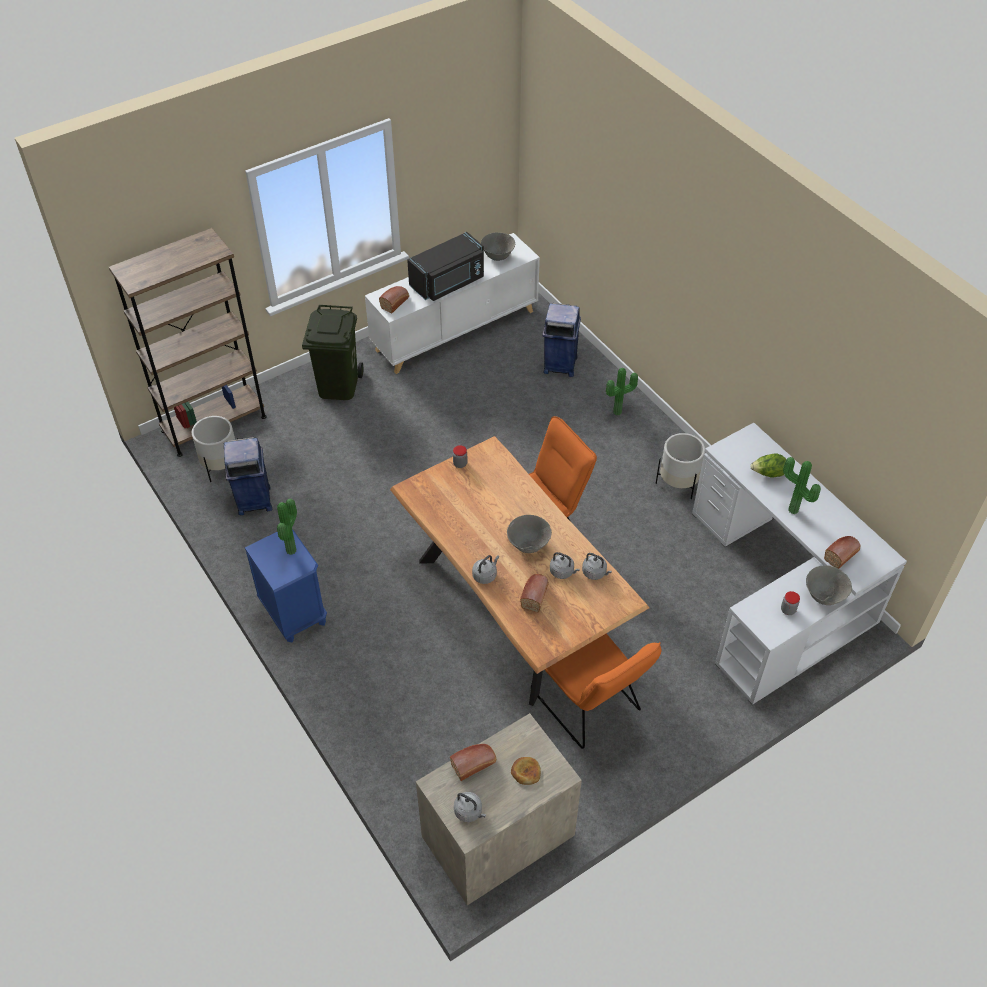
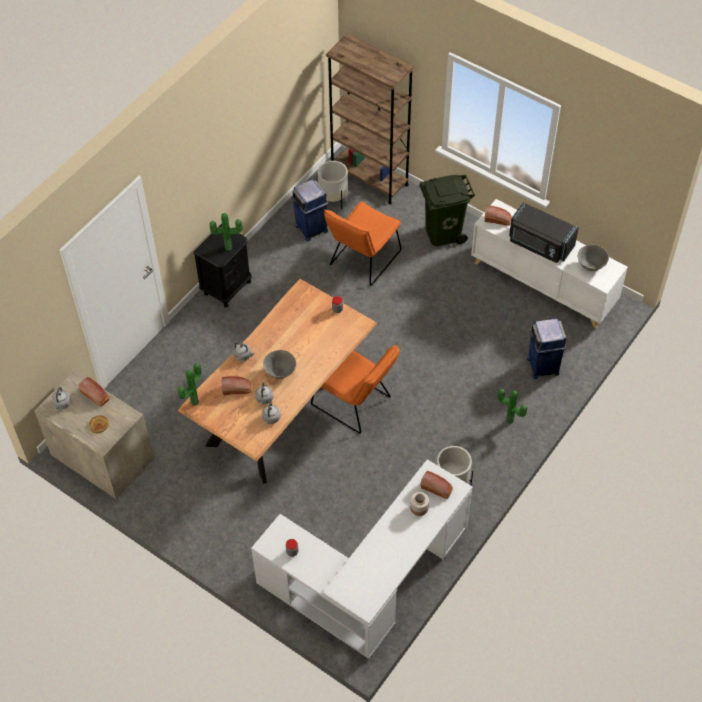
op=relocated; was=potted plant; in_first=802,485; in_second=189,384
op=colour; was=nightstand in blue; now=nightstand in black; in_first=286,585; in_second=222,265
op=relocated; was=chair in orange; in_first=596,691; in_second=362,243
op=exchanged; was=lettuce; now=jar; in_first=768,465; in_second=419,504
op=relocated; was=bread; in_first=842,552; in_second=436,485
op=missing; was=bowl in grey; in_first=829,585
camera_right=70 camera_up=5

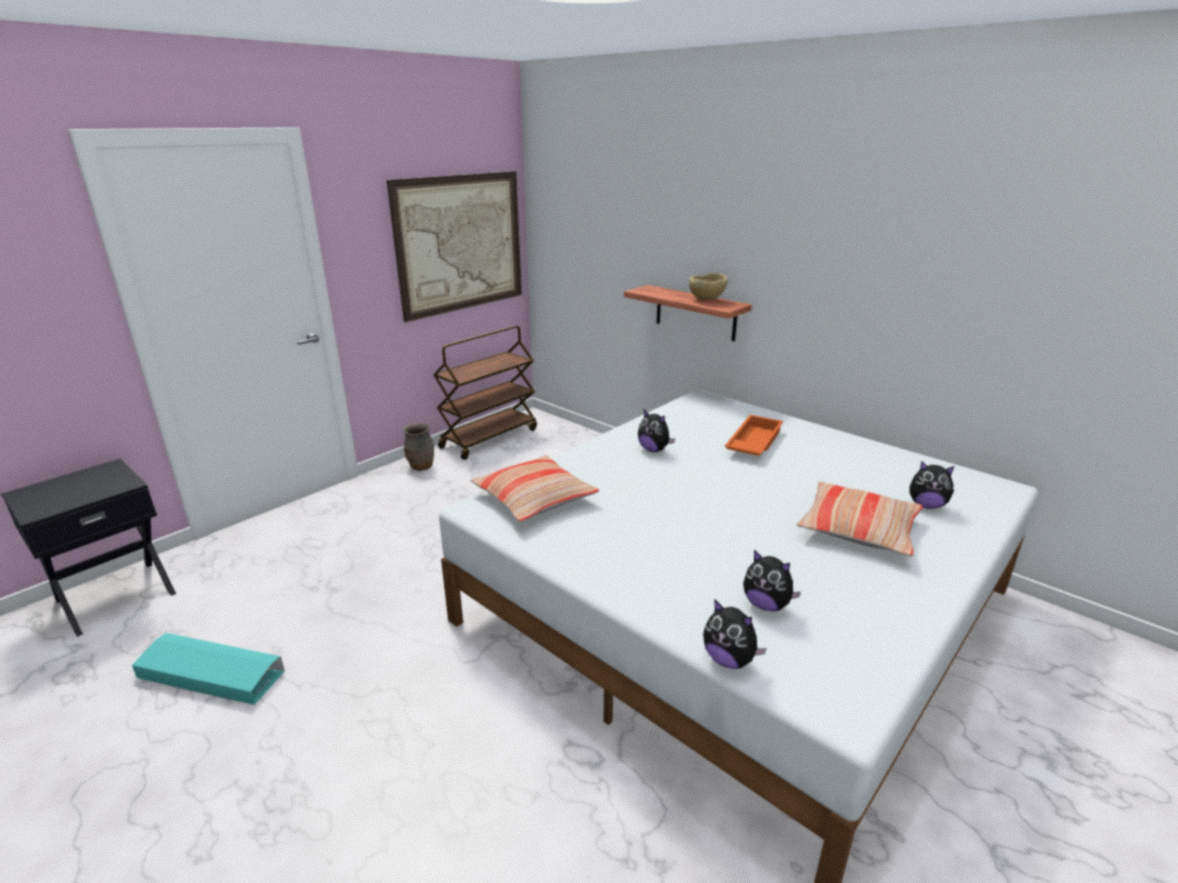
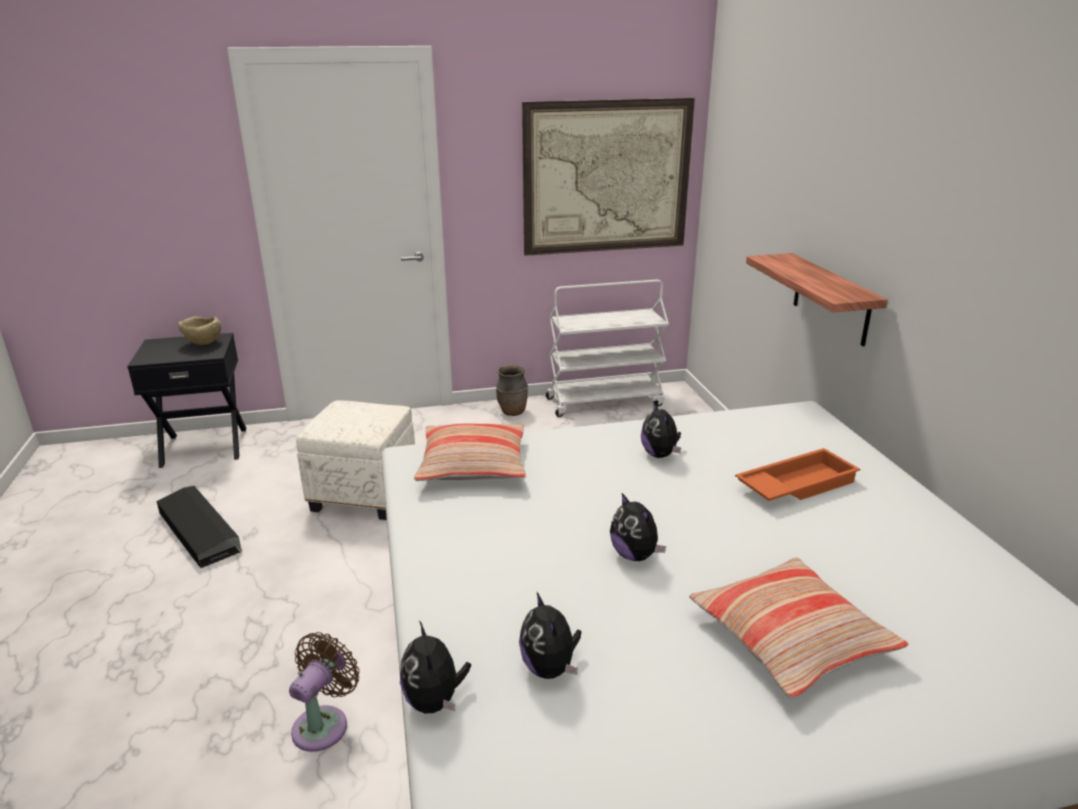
op=colour; was=storage box in turquoise; now=storage box in black; in_first=208,669; in_second=199,527
op=relocated; was=bowl in beige; in_first=708,286; in_second=200,331
op=appeared; now=fan in brown; in_second=324,692
op=appeared; now=ottoman in white; in_second=355,460
op=colour; was=cart in brown; now=cart in white; in_first=485,393; in_second=607,348
op=relocated; was=plush toy; in_first=932,485; in_second=638,527
camera_right=35 camera_up=0

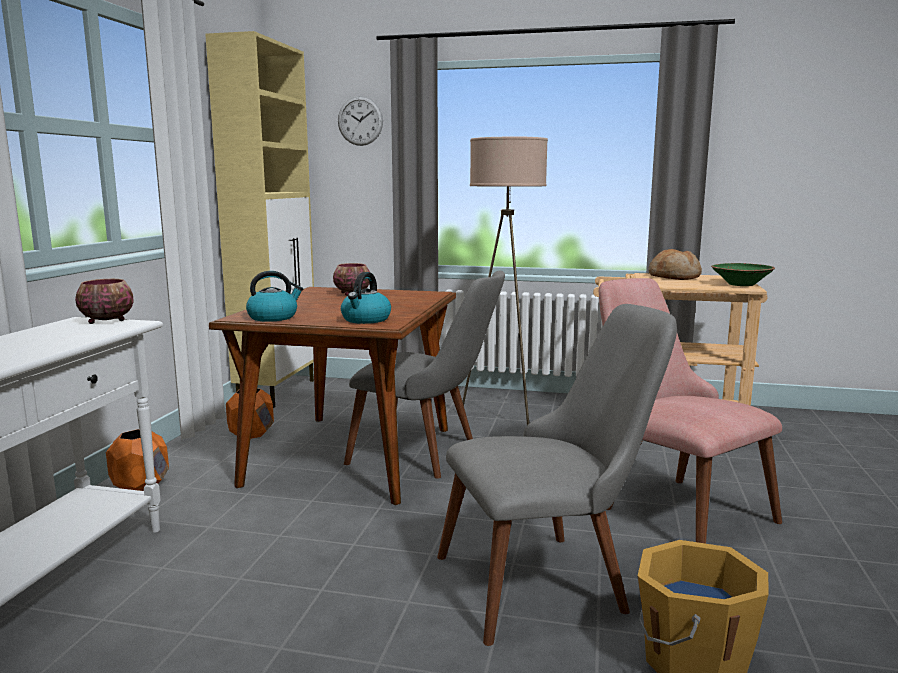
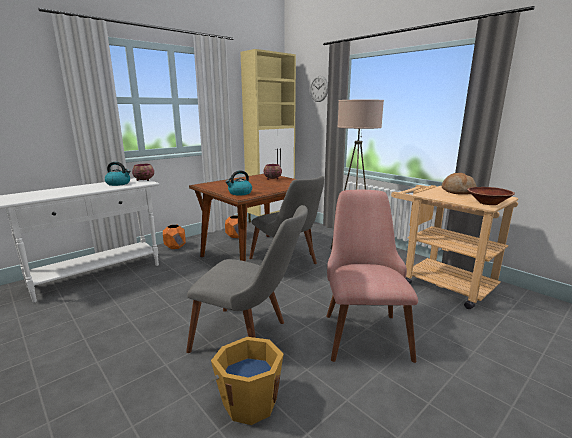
op=relocated; was=kettle; in_first=274,296; in_second=118,174
op=colour; was=bowl in green; now=bowl in brown; in_first=743,274; in_second=491,196
camera_right=35 camera_up=5

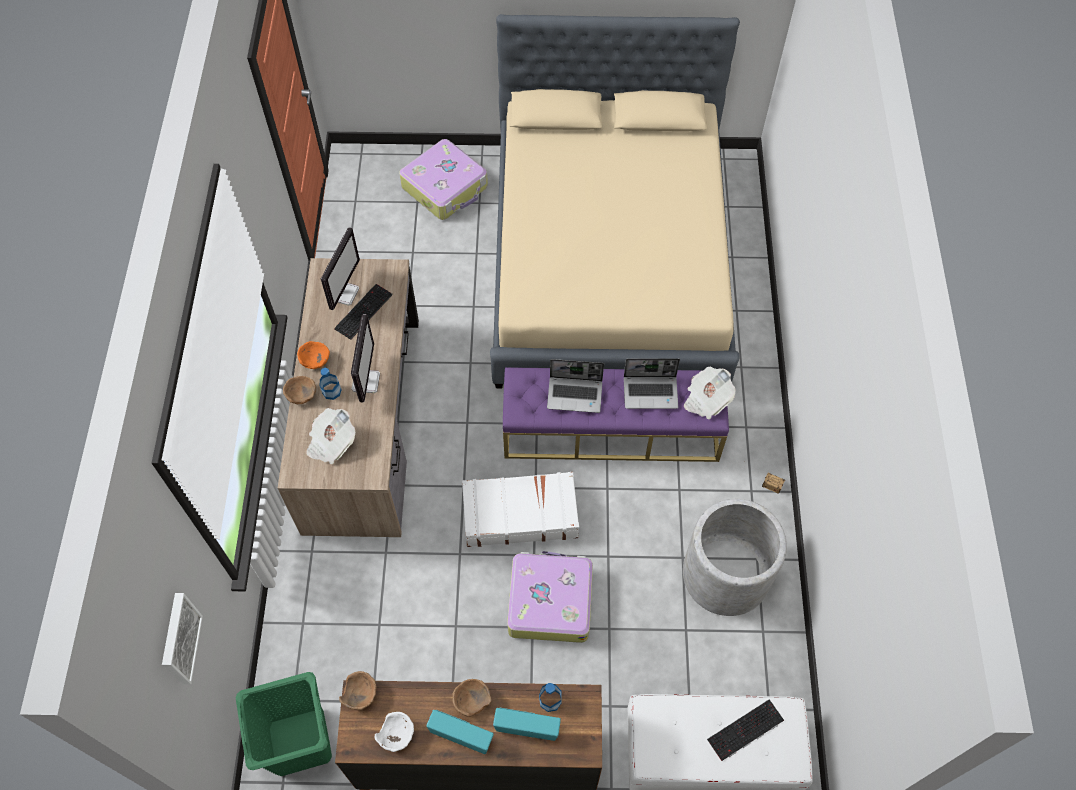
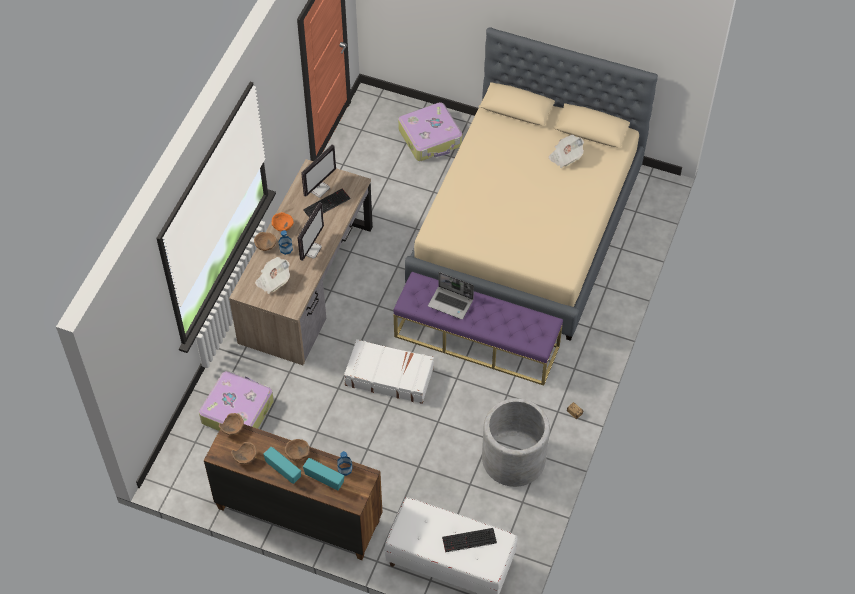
op=relocated; was=suitcase; in_first=550,597; in_second=236,401
op=colour; was=bowl in white; now=bowl in brown; in_first=394,732; in_second=244,453
op=relocated; was=newspaper; in_first=709,393; in_second=566,151
op=missing; was=picture; in_first=182,639
op=missing; was=laundry basket in green; in_first=284,724
op=missing; was=laptop; in_first=652,383
camera_right=20 camera_up=-5

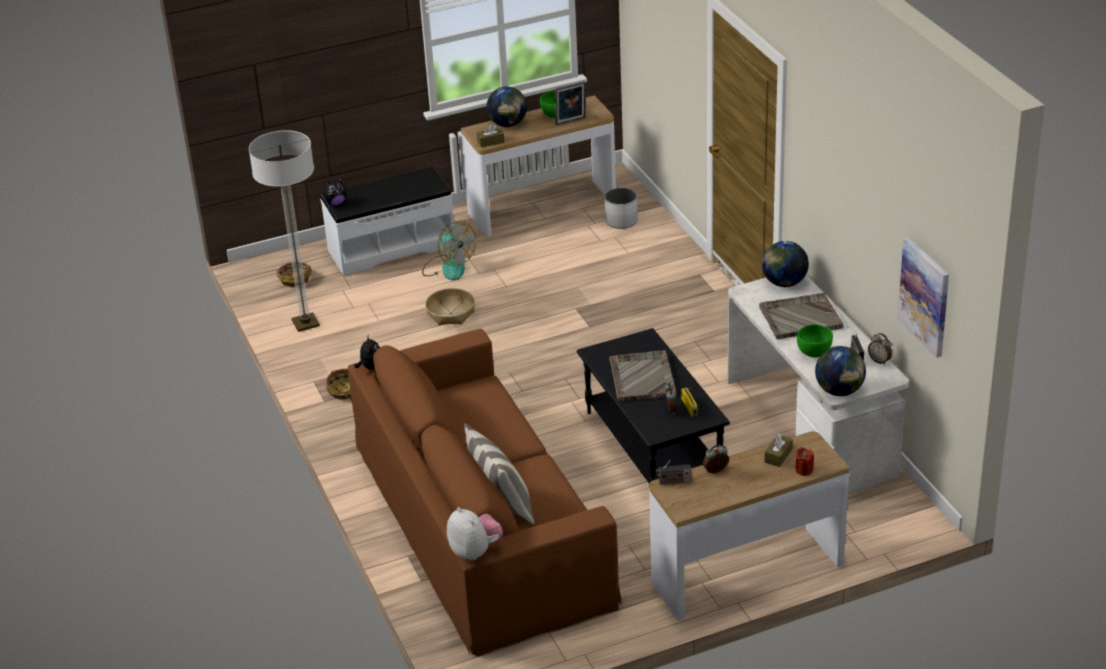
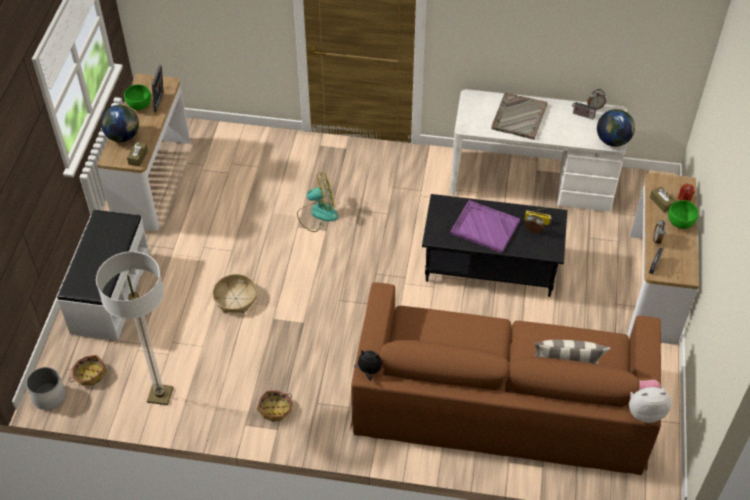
op=relocated; was=planter in white; in_first=621,208; in_second=46,388
op=relocated; was=fan; in_first=449,251; in_second=317,202
op=colour; was=tray in grey; now=tray in purple; in_first=642,375; in_second=485,226
op=relocated; was=bowl in green; in_first=815,341; in_second=683,214
op=missing; was=plush toy; in_first=335,191
op=missing; was=globe; in_first=785,264
op=missing; was=picture; in_first=923,297
camera_right=-60 camera_up=15

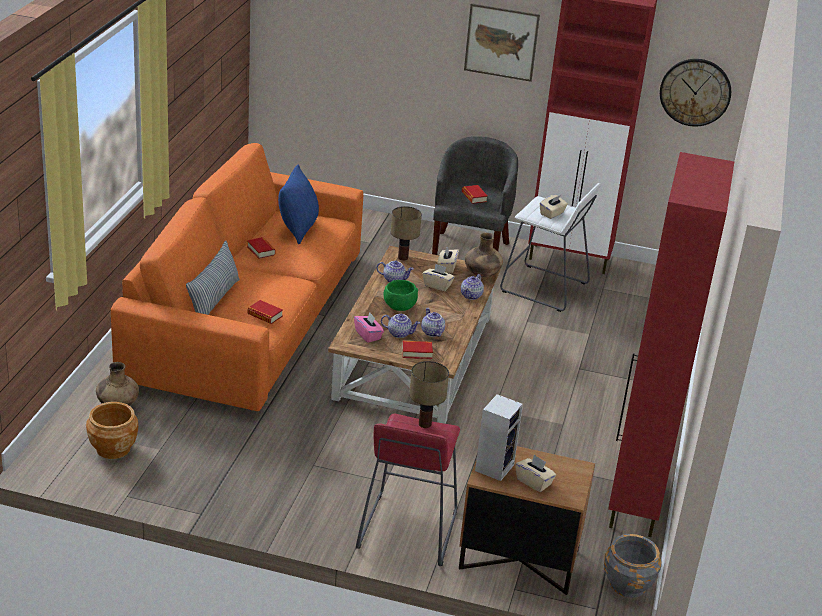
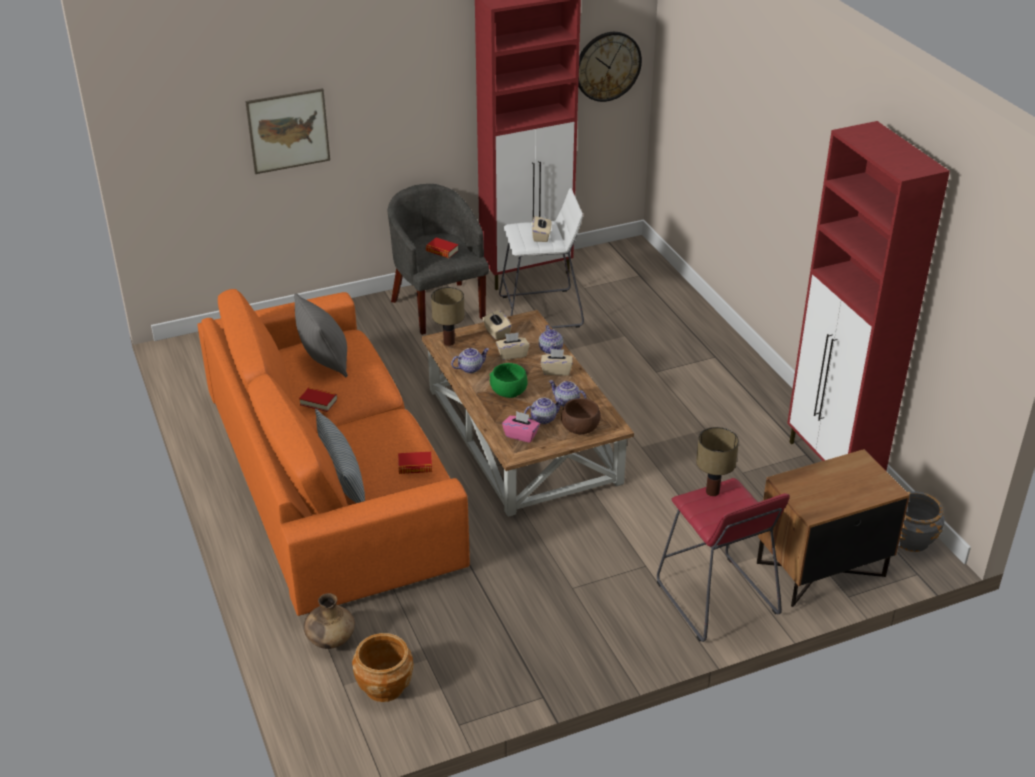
op=relocated; was=picture; in_first=502,42; in_second=287,131
op=colour; was=pillow in blue; now=pillow in grey; in_first=298,204; in_second=321,335
op=relocated; was=tissue box in beige; in_first=535,473; in_second=557,362
op=exchanged; was=book; now=bowl in brown; in_first=417,350; in_second=581,416
op=missing; was=vase in brown; in_first=484,255
op=missing; was=speaker; in_first=499,437
camera_right=-35 camera_up=5

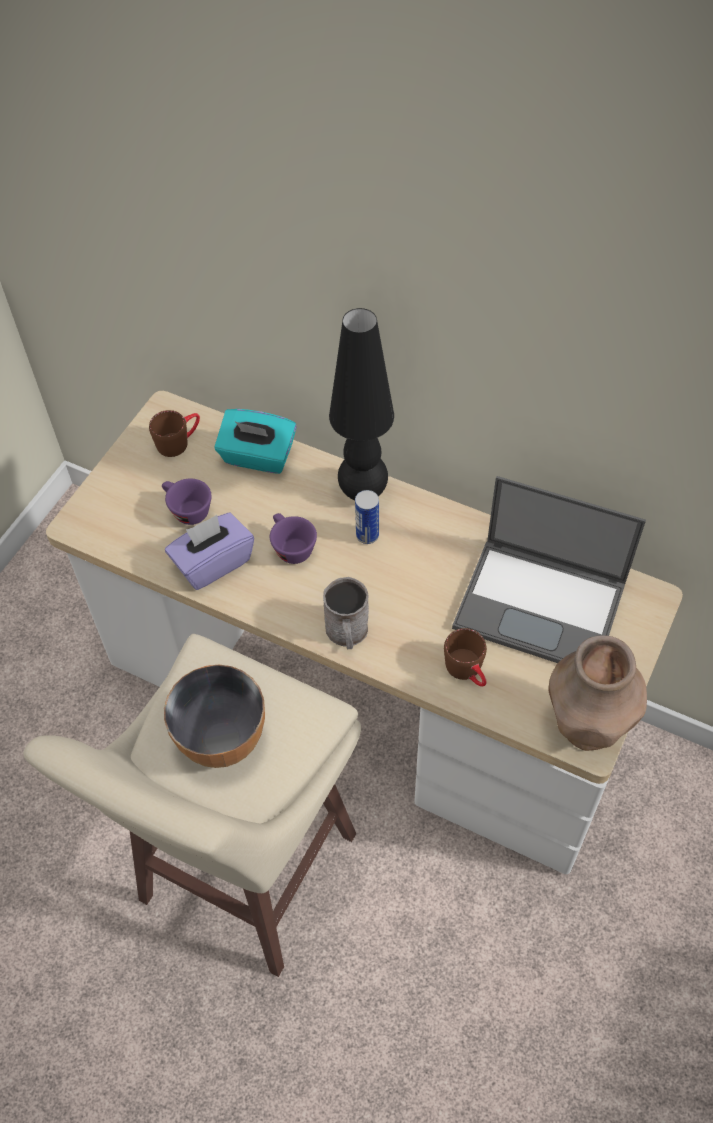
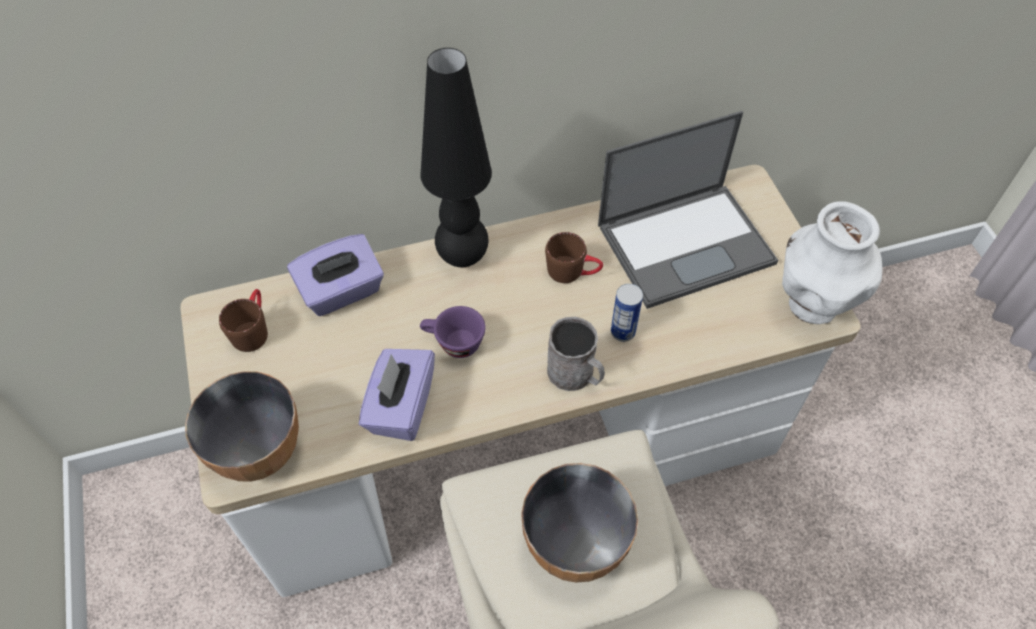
op=appeared; now=bowl; in_second=242,426
op=colour; was=tissue box in turquoise; now=tissue box in purple; in_first=255,441; in_second=335,275
op=relocated; was=mug in brown; in_first=465,657; in_second=574,257
op=relocated; was=can; in_first=367,517; in_second=627,313
op=colour; was=vase in brown; now=vase in white; in_first=597,693; in_second=832,262
op=missing; was=cup in purple; in_first=186,501
camera_right=-45 camera_up=0

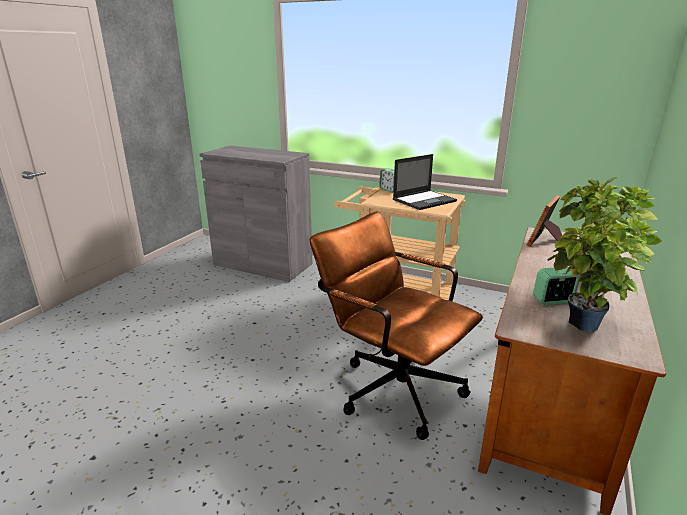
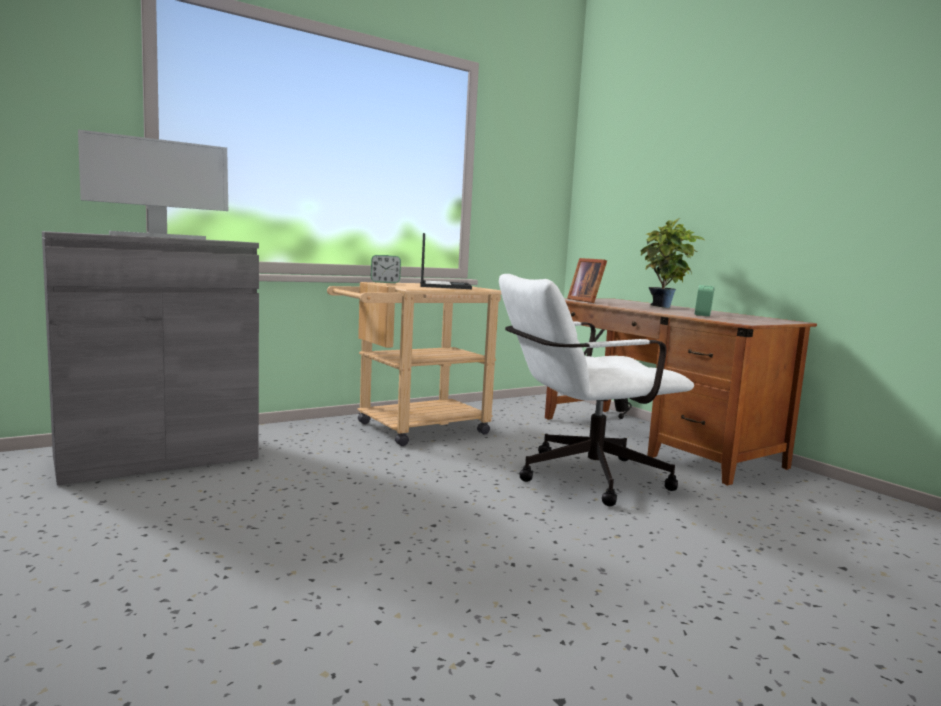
op=appeared; now=monitor; in_second=153,185
op=colour; was=office chair in brown; now=office chair in white; in_first=396,325; in_second=596,390
op=missing; was=potted plant; in_first=604,272
camera_right=-60 camera_up=-15

